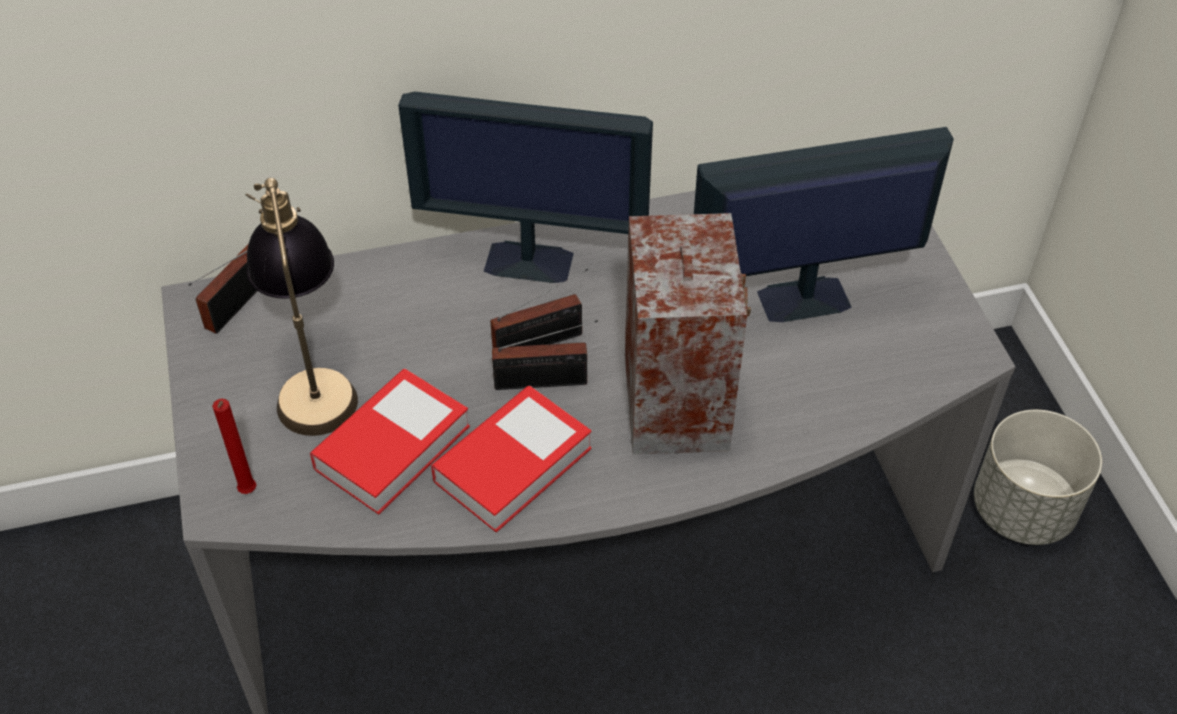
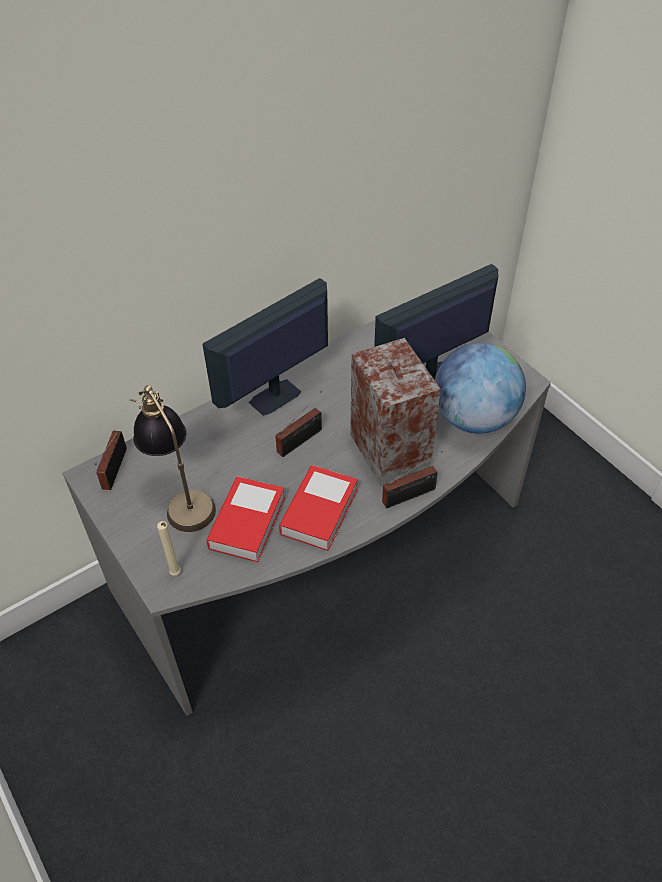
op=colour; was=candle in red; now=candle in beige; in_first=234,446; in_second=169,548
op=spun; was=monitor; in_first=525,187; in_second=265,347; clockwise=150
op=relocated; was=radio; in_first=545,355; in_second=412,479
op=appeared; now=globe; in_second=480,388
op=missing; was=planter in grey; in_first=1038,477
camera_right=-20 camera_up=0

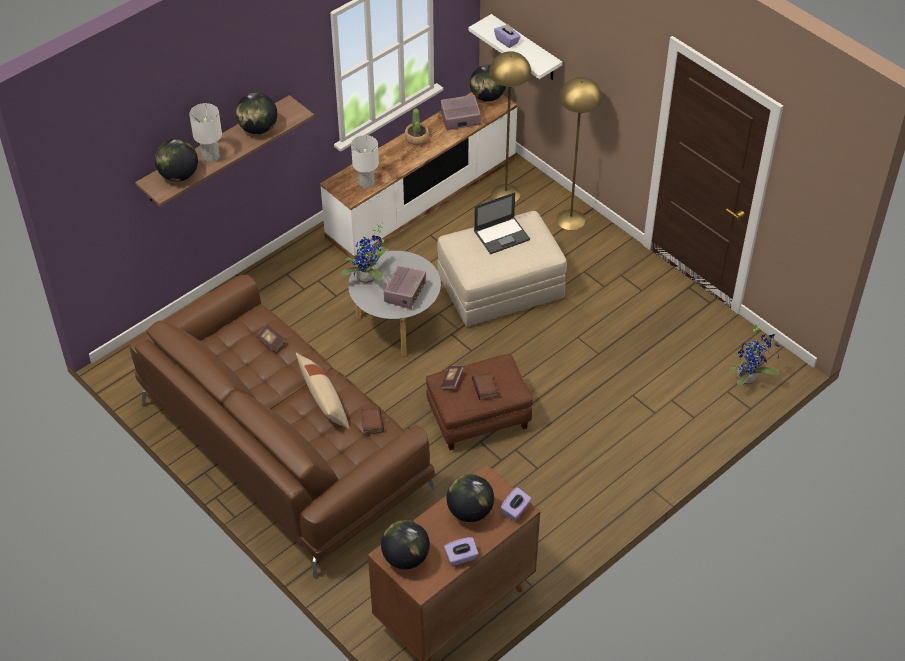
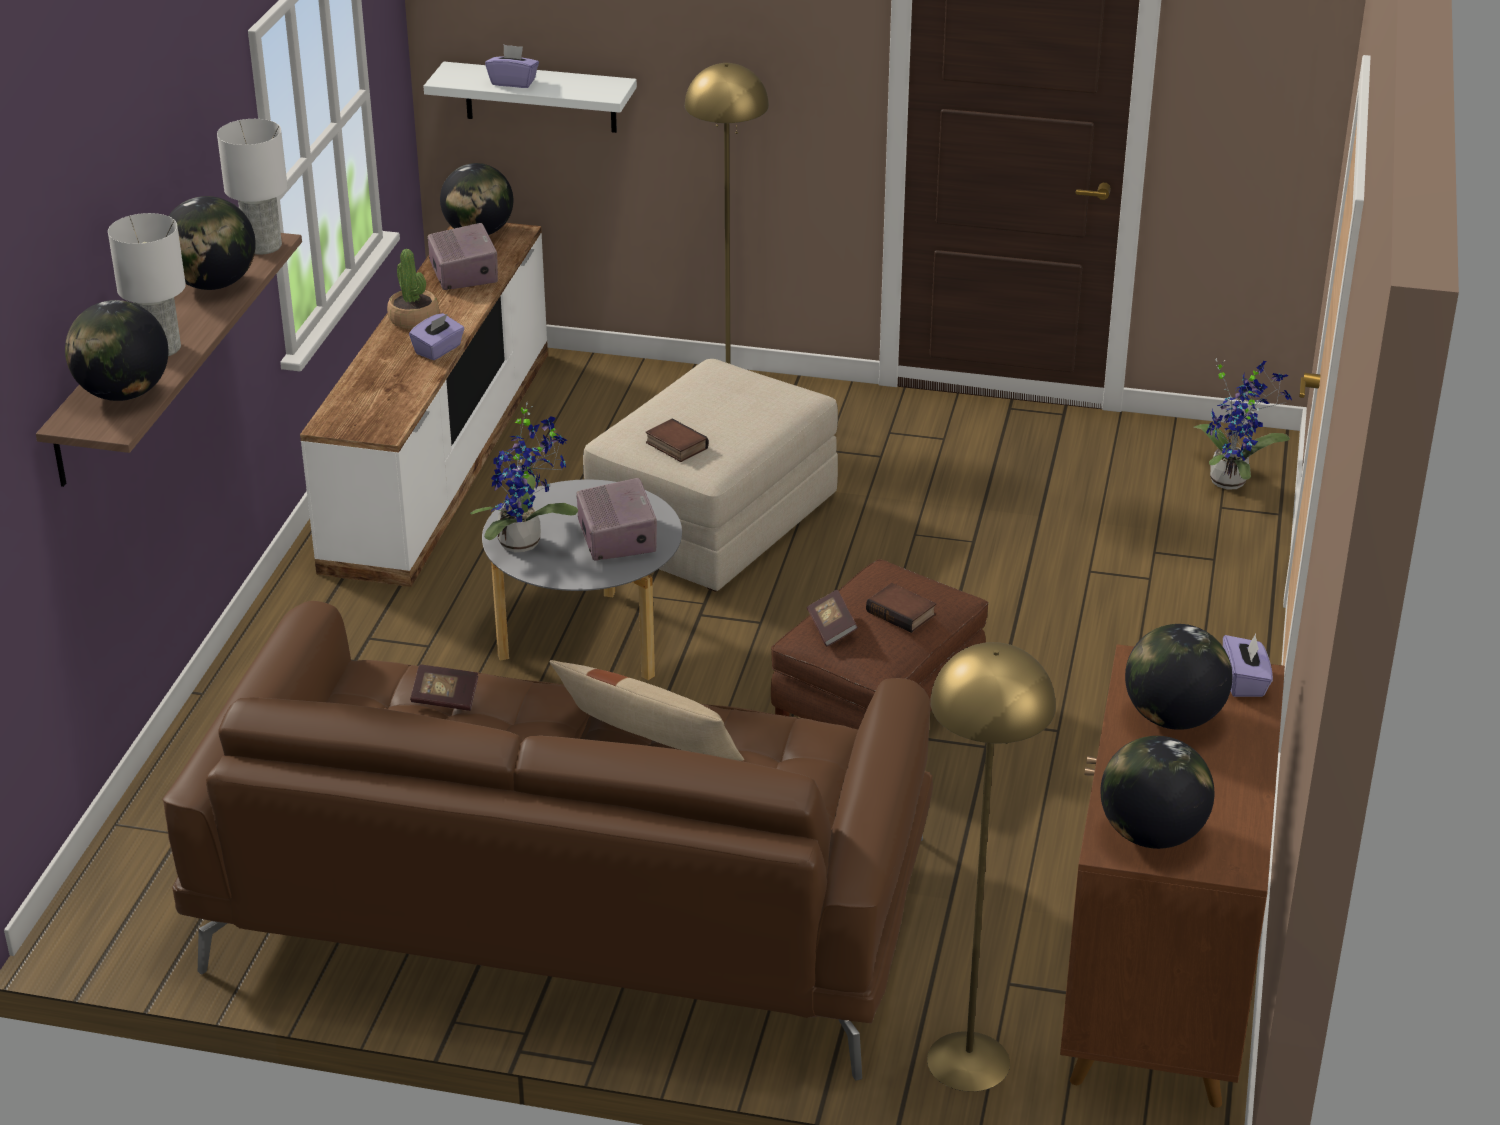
op=relocated; was=table lamp in white; in_first=365,162; in_second=252,187
op=relocated; was=tissue box in purple; in_first=461,551; in_second=436,336
op=spun; was=radio; in_first=461,112; in_second=463,256; clockwise=120
op=relocated; was=book; in_first=372,421; in_second=677,440
op=relocated; was=floor lamp in yellow; in_first=510,126; in_second=991,867
op=missing; was=laptop; in_first=502,223
camera_right=-35 camera_up=-15

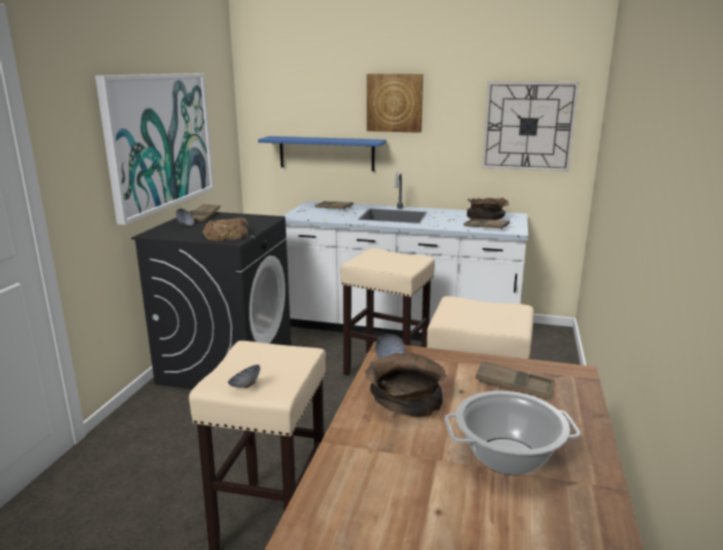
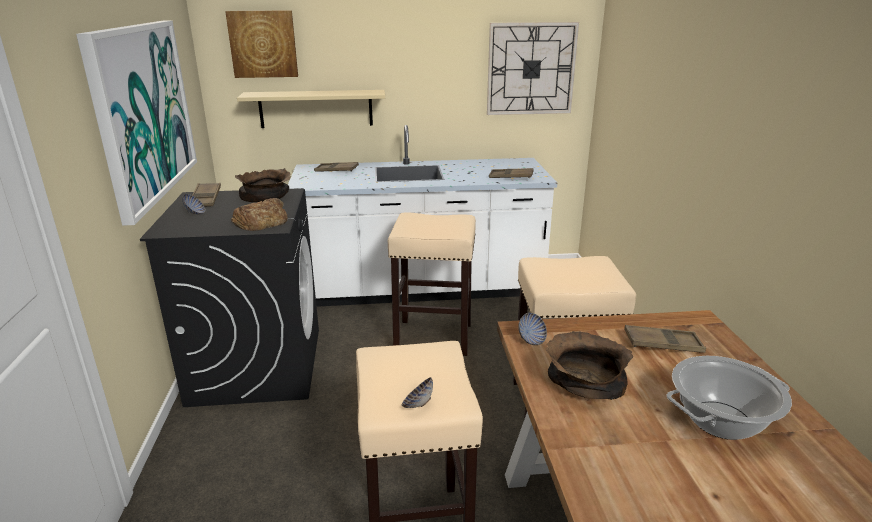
op=relocated; was=picture; in_first=395,103; in_second=261,44
op=relocated; was=bowl in brown; in_first=488,209; in_second=263,185
op=colour; was=shelf in blue; now=shelf in beige; in_first=322,153; in_second=311,109
camera_right=-20 camera_up=5

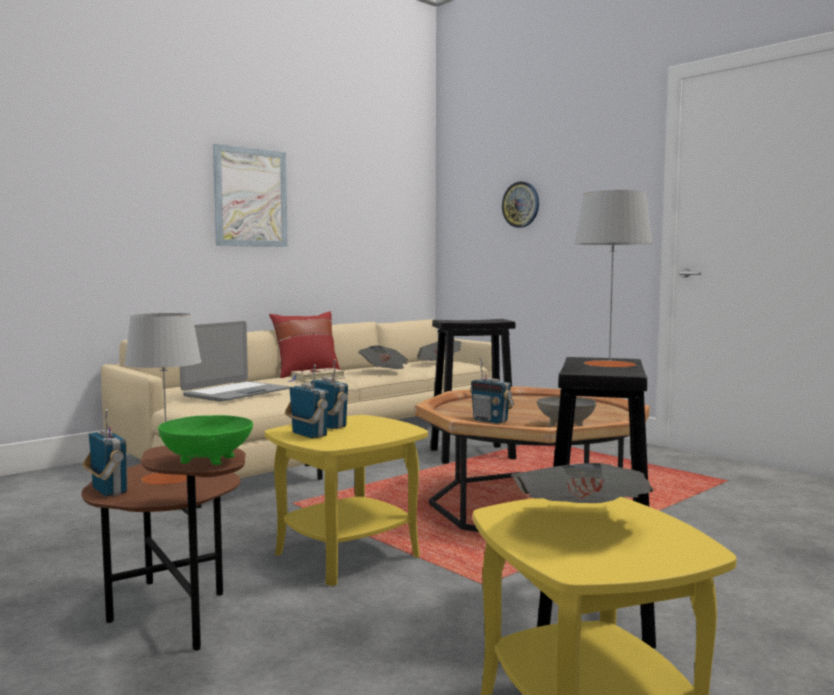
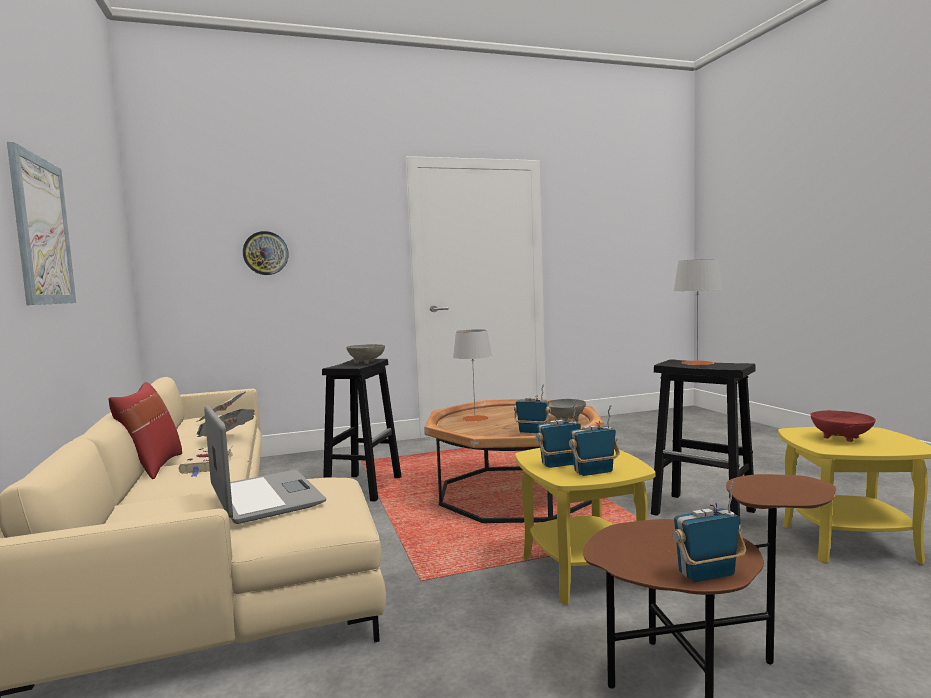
op=appeared; now=bowl in grey; in_second=365,354
op=relocated; was=table lamp in grey; in_first=163,399; in_second=472,375
op=spun; was=radio; in_first=492,390; in_second=532,408; clockwise=-135
op=exchanged; was=newspaper; now=bowl in red; in_first=582,483; in_second=843,426
op=missing; was=bowl in green; in_first=205,440
camera_right=-65 camera_up=0

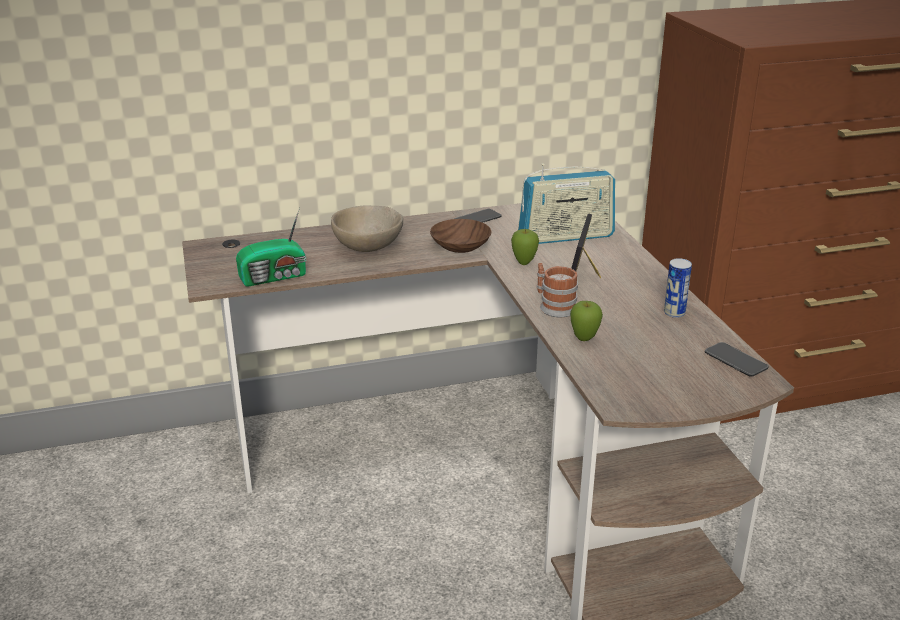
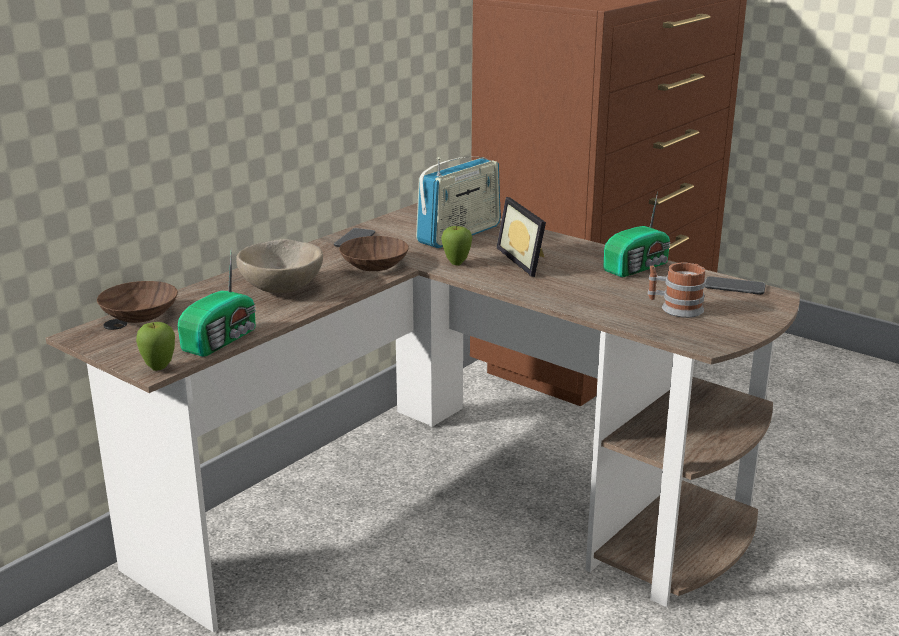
op=appeared; now=bowl in brown; in_second=137,302
op=relocated; was=apple; in_first=586,321; in_second=155,346
op=exchanged; was=can; now=radio; in_first=678,288; in_second=637,234
op=relocated; was=mug; in_first=557,290; in_second=677,290
camera_right=-35 camera_up=-5

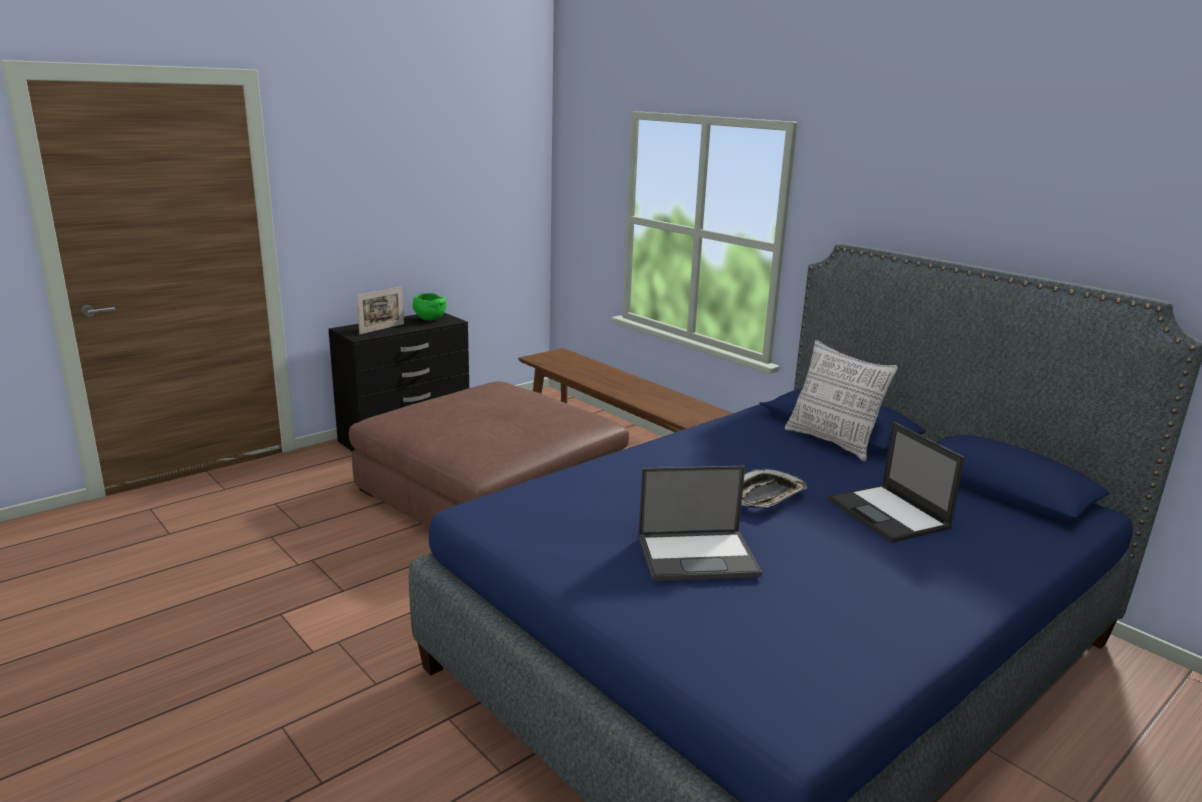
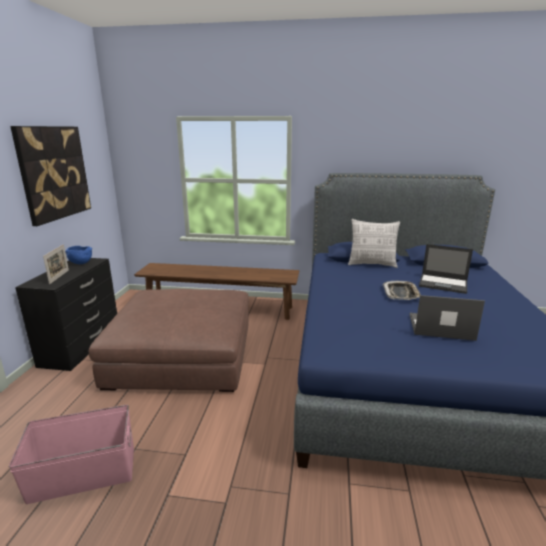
op=appeared; now=storage box in pink; in_second=71,454
op=appeared; now=picture; in_second=50,176
op=colour; was=bowl in green; now=bowl in blue; in_first=430,307; in_second=78,255
op=spun; was=laptop; in_first=700,523; in_second=447,318; clockwise=-120
camera_right=-40 camera_up=0

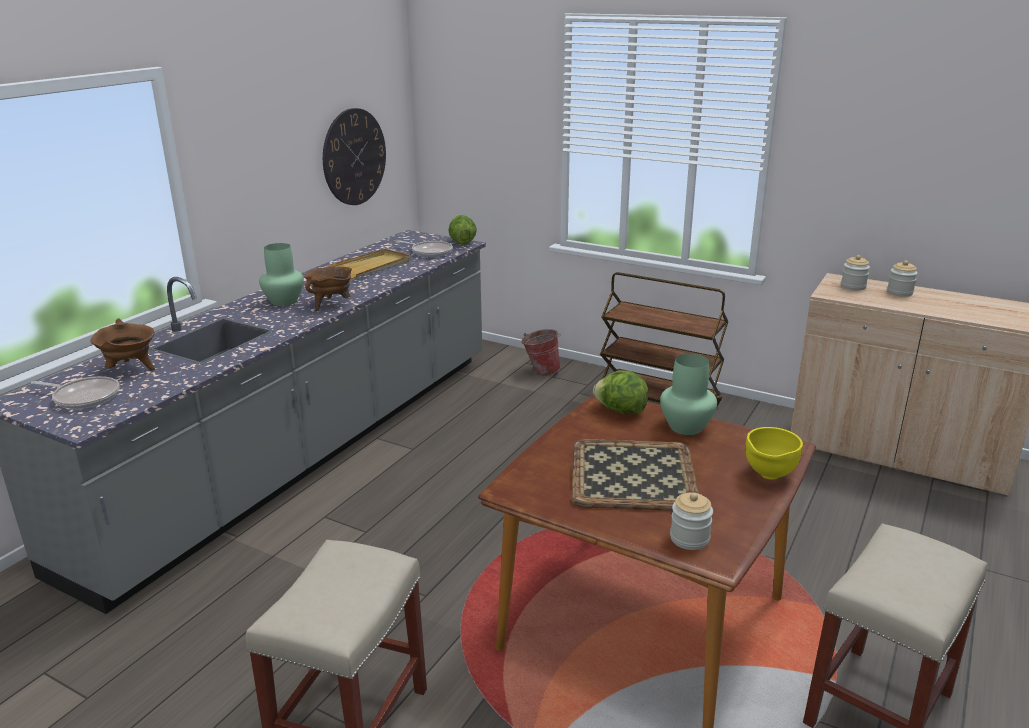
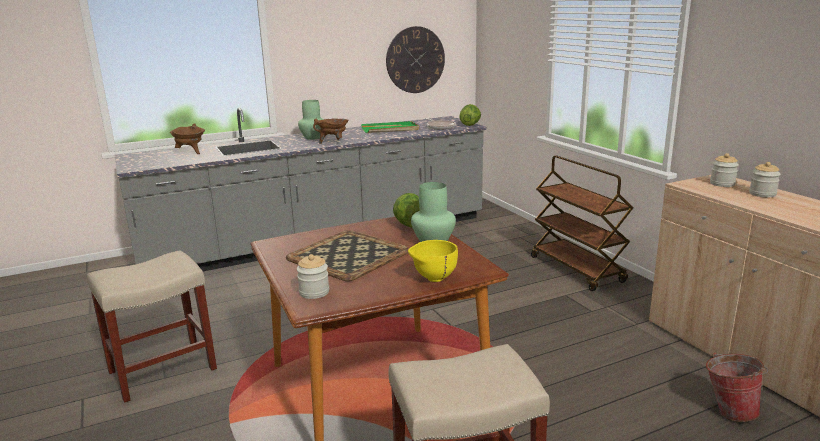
op=colour; was=tray in beige; now=tray in green; in_first=369,264; in_second=390,127
op=relocated; was=bucket; in_first=541,352; in_second=737,387
op=missing; was=frying pan; in_first=75,392
camera_right=35 camera_up=-5

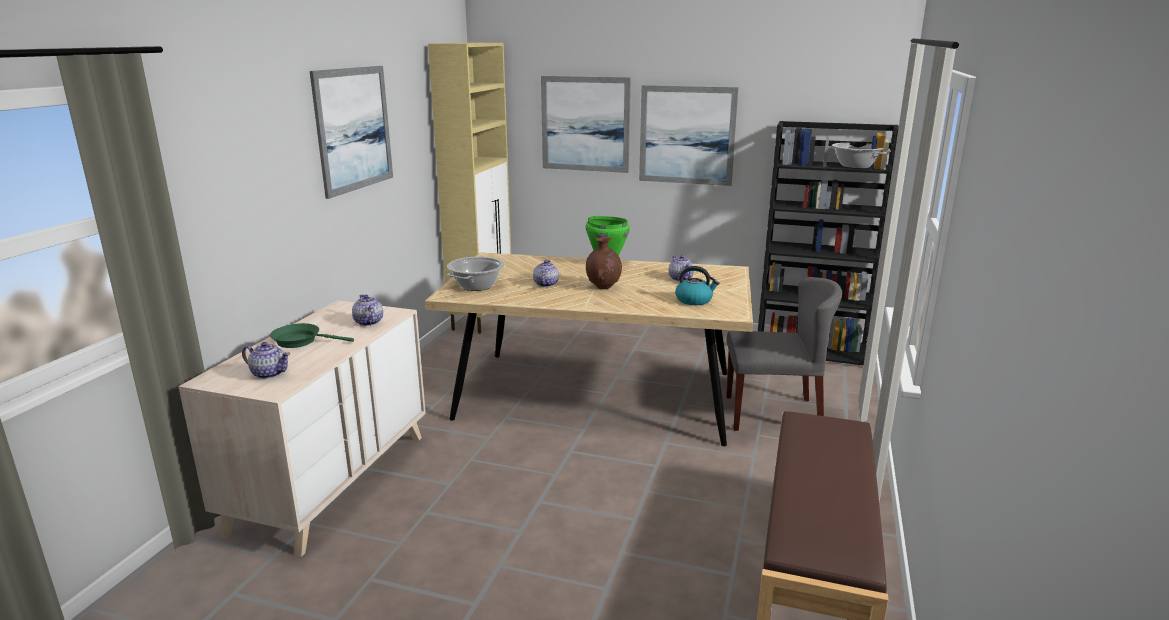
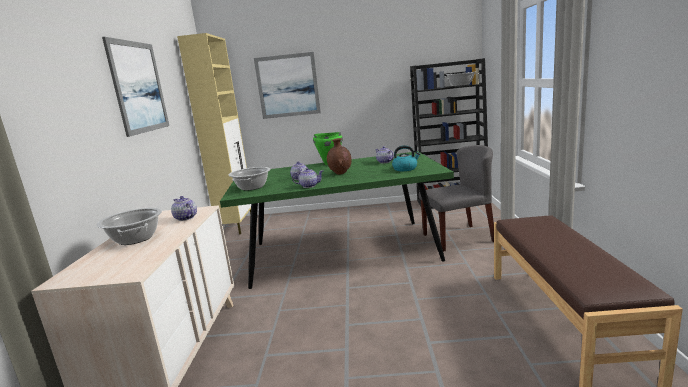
op=exchanged; was=frying pan in green; now=cooking pot; in_first=312,335; in_second=129,226
op=colour; was=dining table in beige; now=dining table in green; in_first=589,349; in_second=337,220
op=relocated; was=teapot; in_first=266,360; in_second=307,177
op=missing; was=picture; in_first=689,135
camera_right=-15 camera_up=-5

